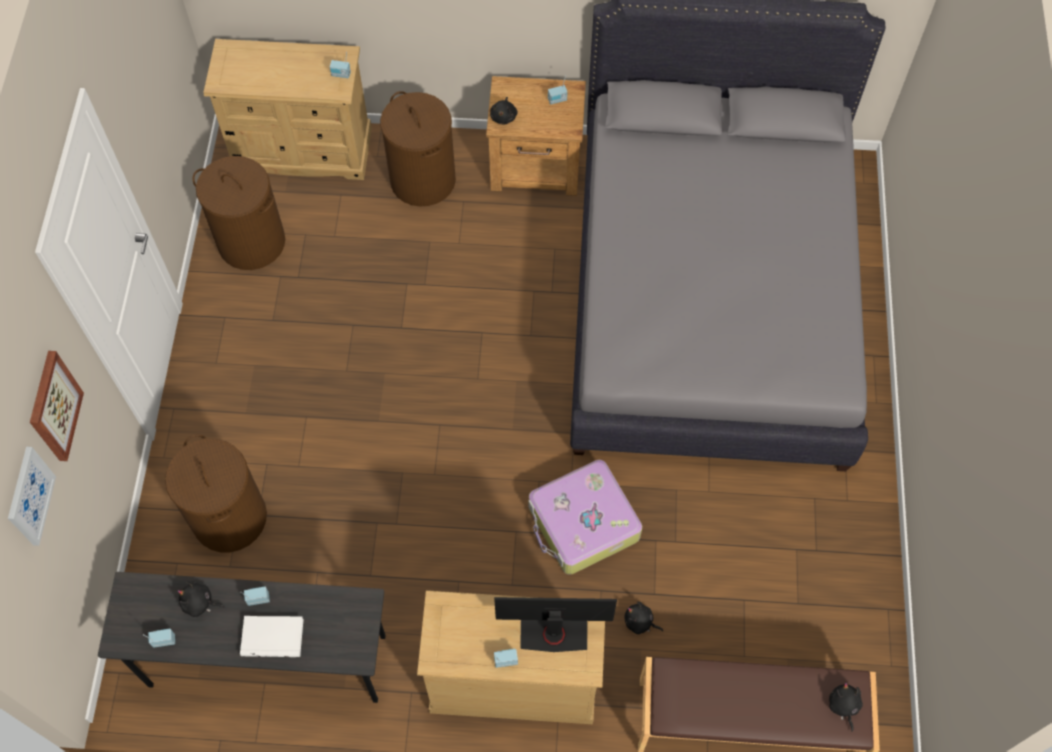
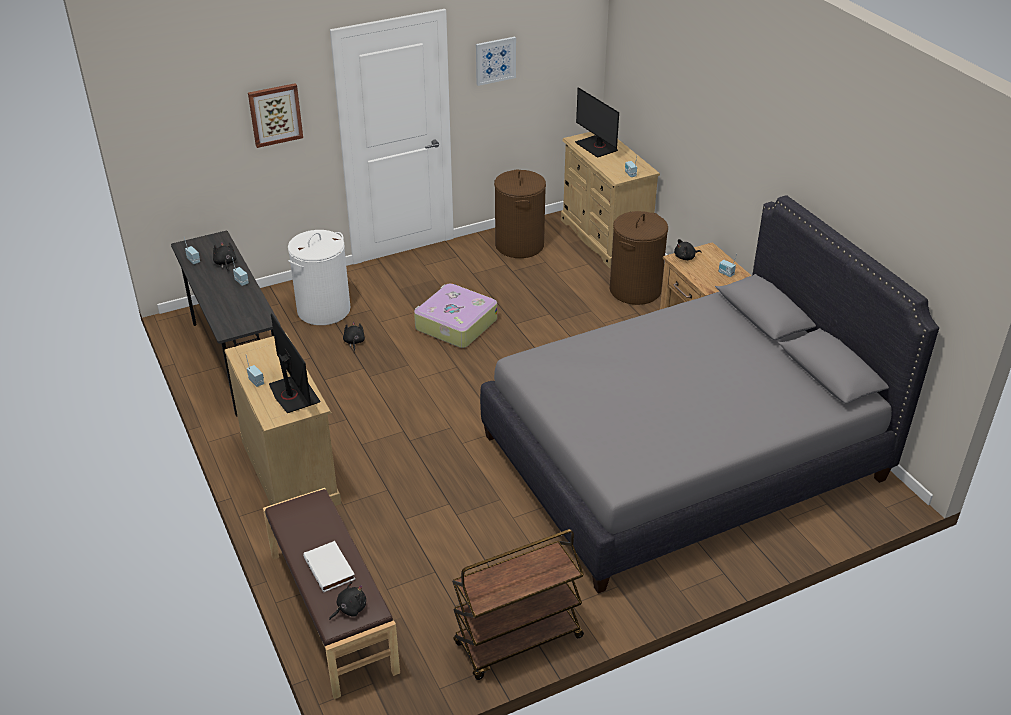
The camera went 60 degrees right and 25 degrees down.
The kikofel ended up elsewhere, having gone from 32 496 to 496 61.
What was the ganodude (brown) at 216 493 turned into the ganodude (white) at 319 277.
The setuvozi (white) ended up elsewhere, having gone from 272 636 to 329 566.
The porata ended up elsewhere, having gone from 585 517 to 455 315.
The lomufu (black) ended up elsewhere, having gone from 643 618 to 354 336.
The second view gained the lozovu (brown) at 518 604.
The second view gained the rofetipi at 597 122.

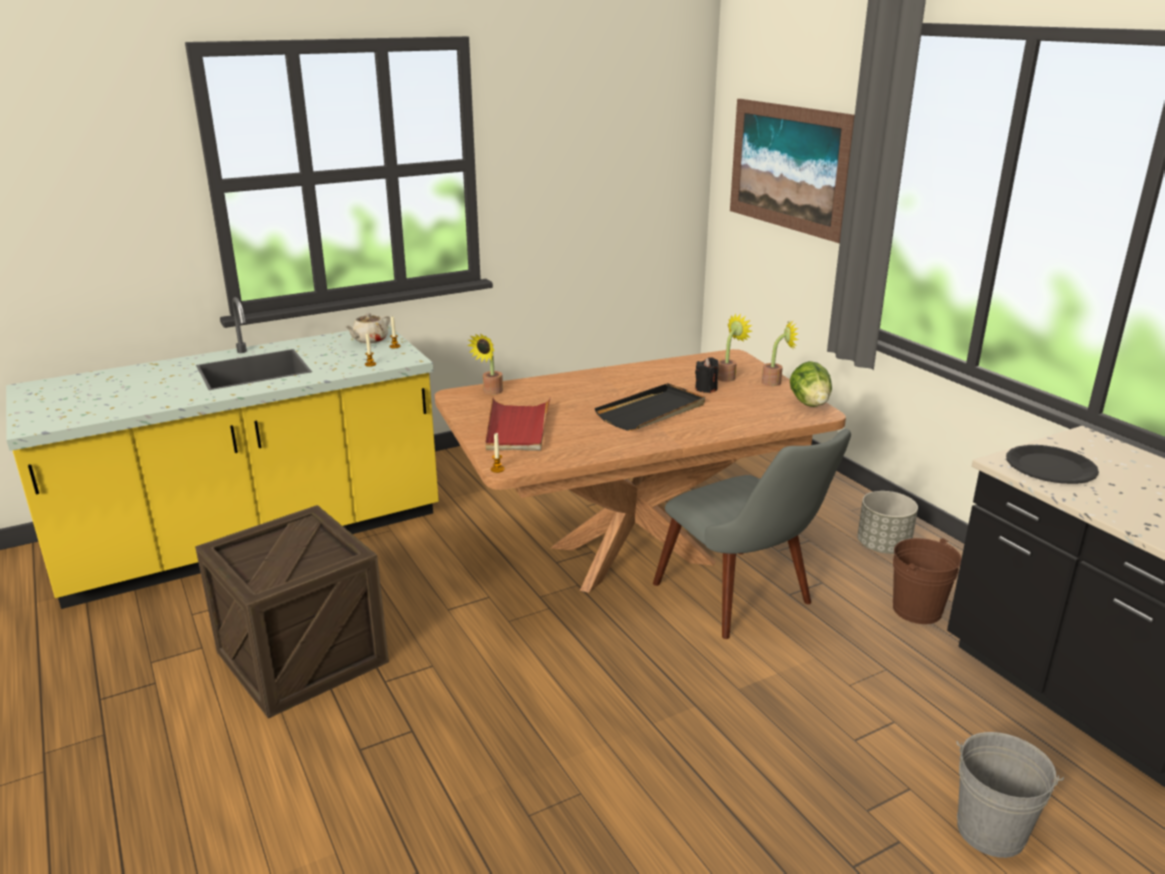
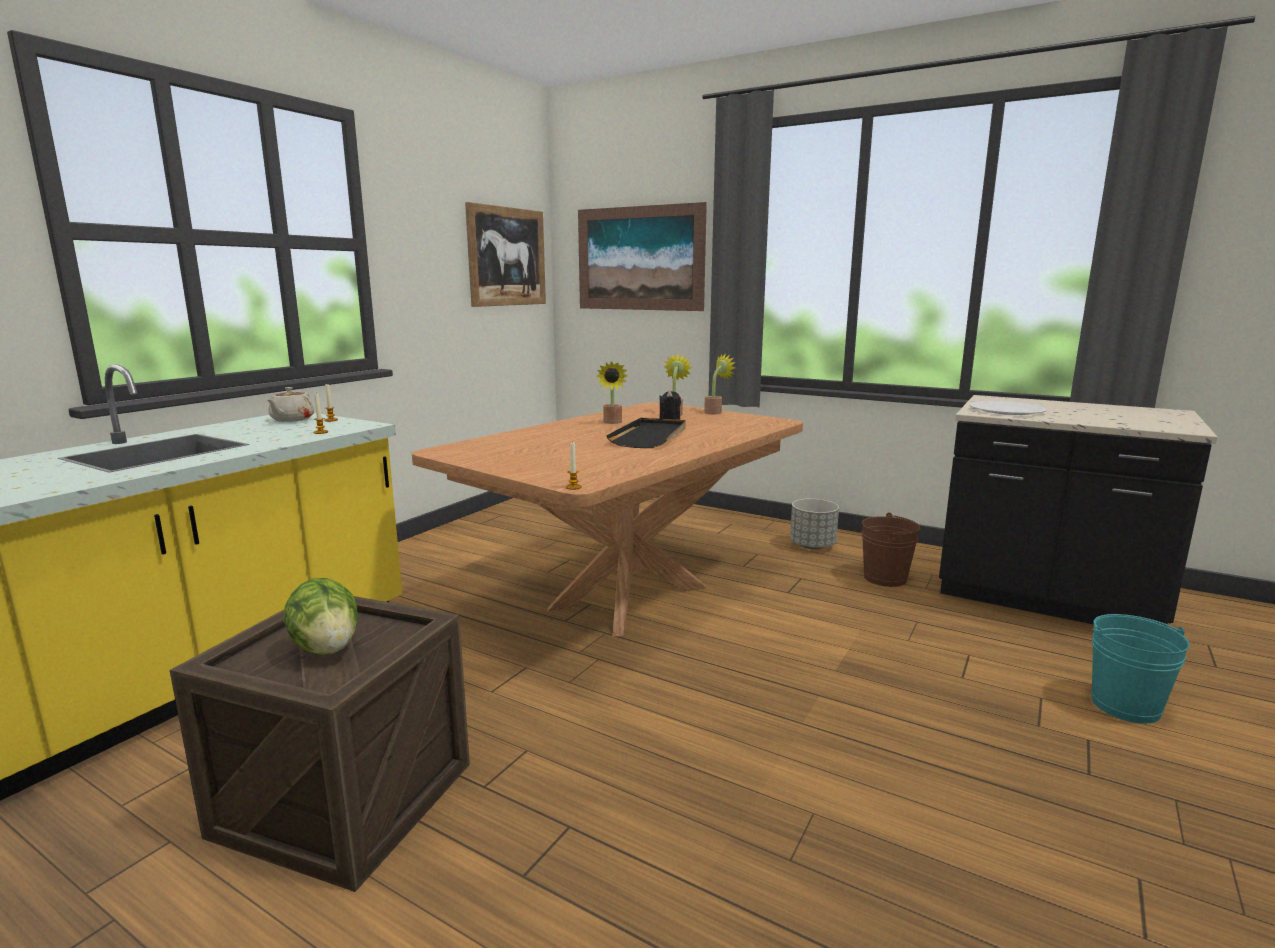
The camera went 30 degrees left and 10 degrees down.
The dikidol ended up elsewhere, having gone from 485 364 to 612 392.
The second view lost the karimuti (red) at 518 424.
The second view lost the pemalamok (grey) at 752 534.
The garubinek ended up elsewhere, having gone from 811 384 to 320 616.
What was the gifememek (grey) at 1010 795 turned into the gifememek (turquoise) at 1140 669.
What was the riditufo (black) at 1052 464 turned into the riditufo (white) at 1008 408.
The second view gained the kikofel at 505 254.

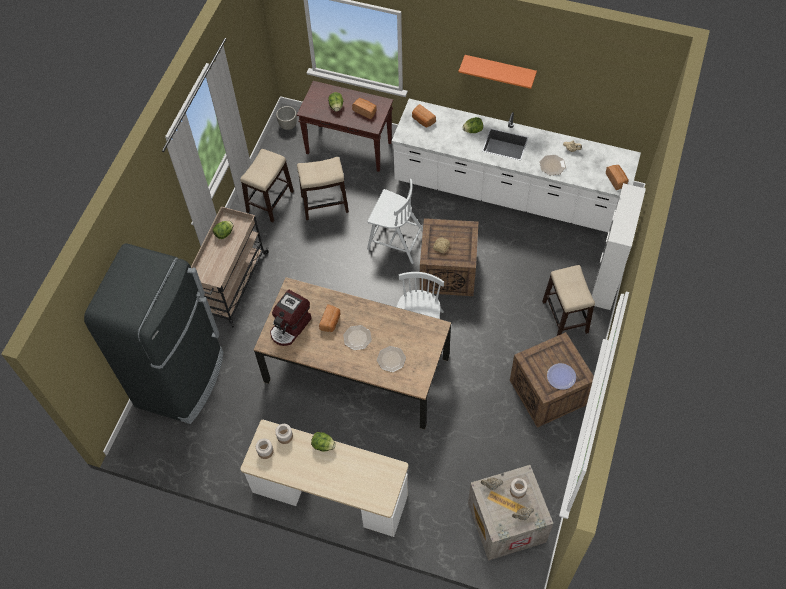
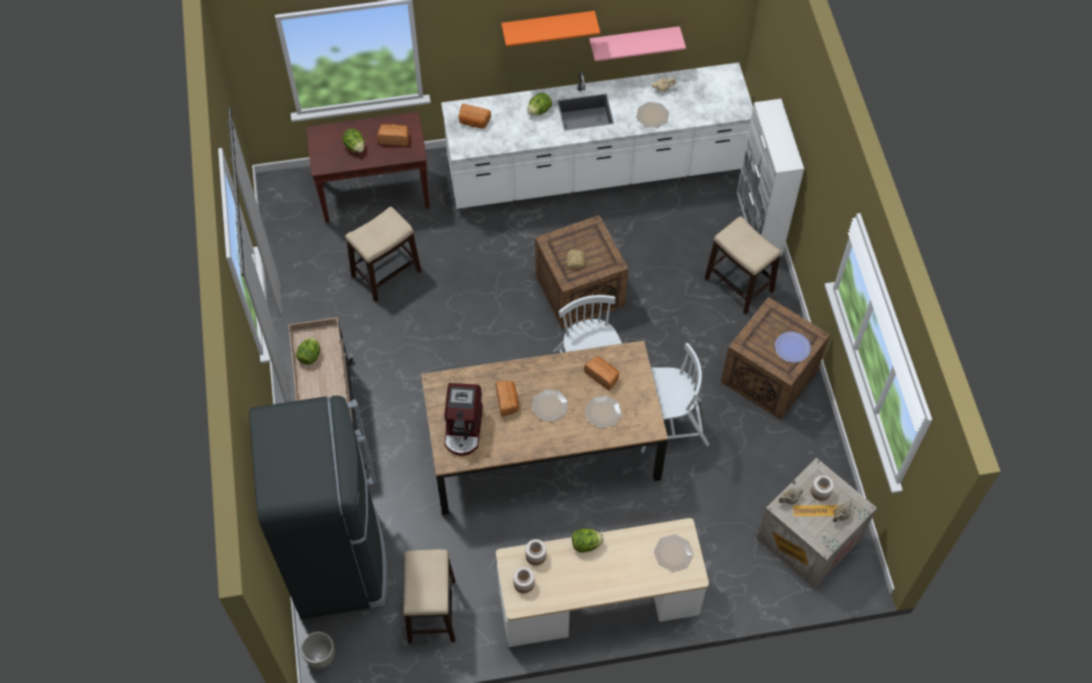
The camera went 30 degrees left and 0 degrees up.
The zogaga ended up elsewhere, having gone from 267 186 to 429 596.
The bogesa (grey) ended up elsewhere, having gone from 286 118 to 318 650.
The pemalamok (white) ended up elsewhere, having gone from 395 221 to 675 398.
The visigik ended up elsewhere, having gone from 617 177 to 601 373.
The second view gained the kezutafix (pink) at 637 43.
The second view gained the riditufo at 674 553.

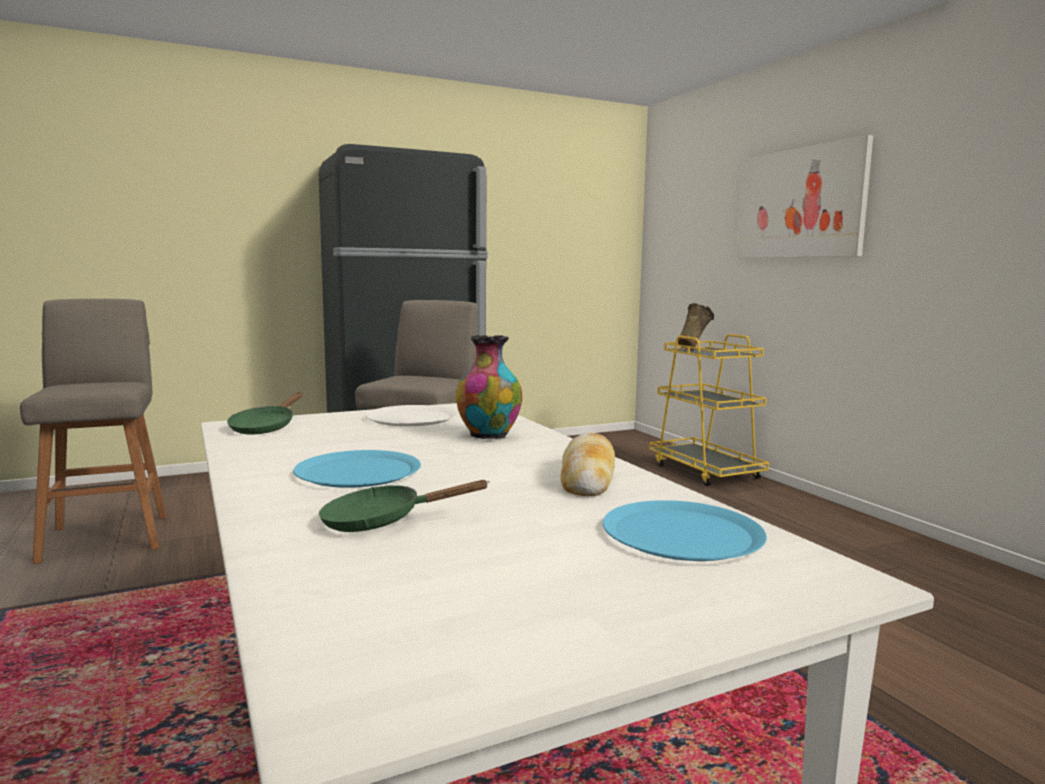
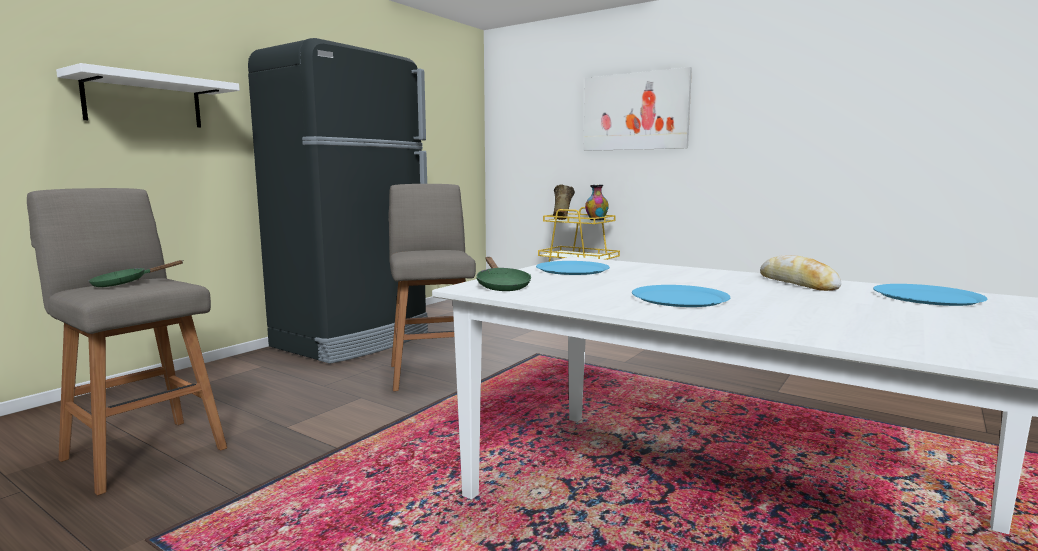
The camera went 30 degrees left and 0 degrees up.
The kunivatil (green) ended up elsewhere, having gone from 404 506 to 136 273.
What was the riditufo (white) at 411 415 turned into the riditufo (blue) at 573 268.
The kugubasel ended up elsewhere, having gone from 489 387 to 597 202.
The second view gained the kezutafix (white) at 148 95.

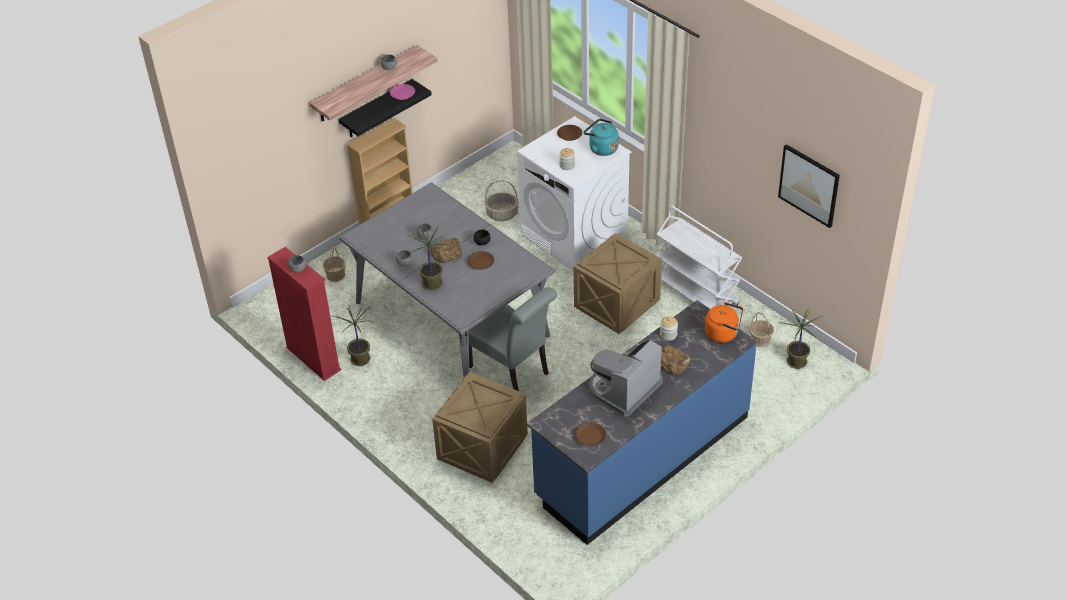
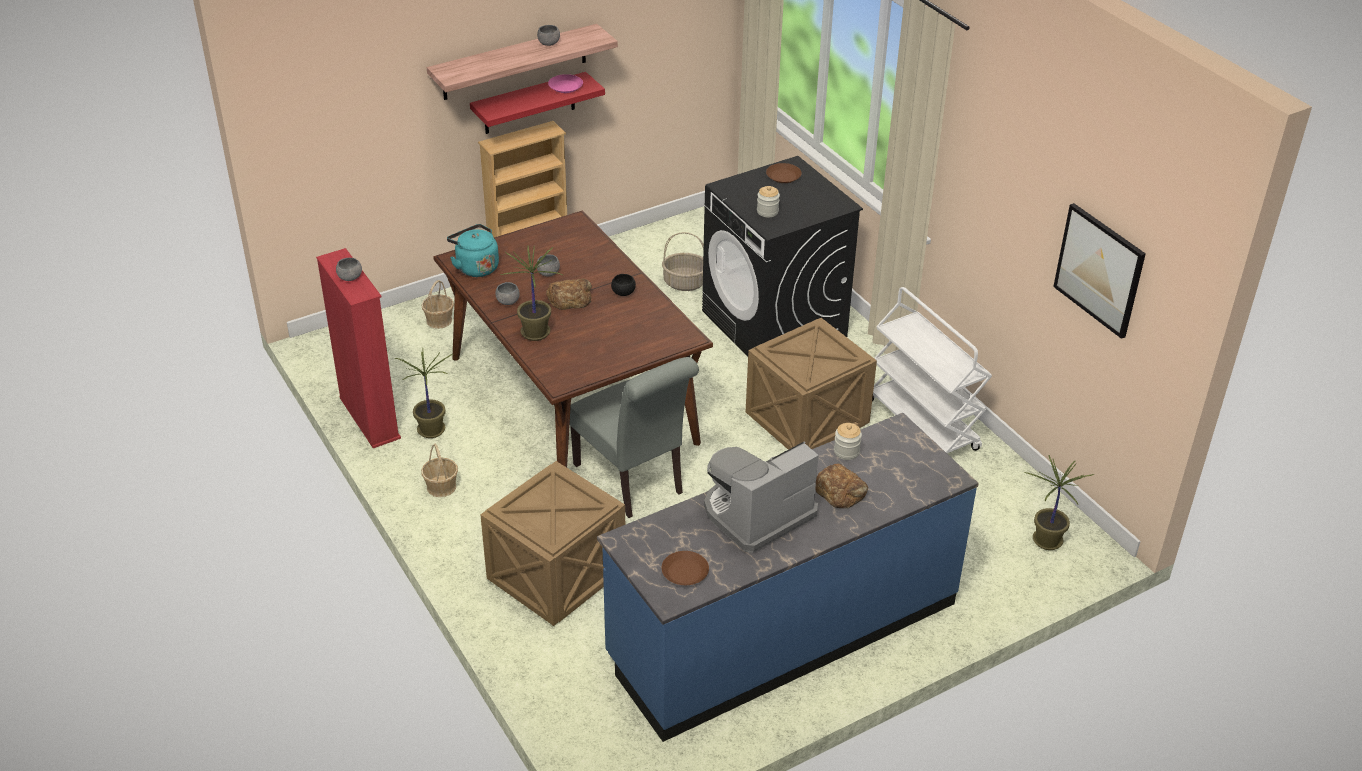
The camera went 10 degrees right and 5 degrees down.
What was the kezutafix (black) at 385 108 turned into the kezutafix (red) at 537 103.
What was the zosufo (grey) at 447 280 turned into the zosufo (brown) at 573 338.
The second view lost the riditufo (brown) at 480 260.
What was the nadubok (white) at 574 194 turned into the nadubok (black) at 782 256.
The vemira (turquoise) ended up elsewhere, having gone from 601 137 to 473 250.
The second view lost the vemira (orange) at 724 322.
The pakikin ended up elsewhere, having gone from 761 329 to 439 470.

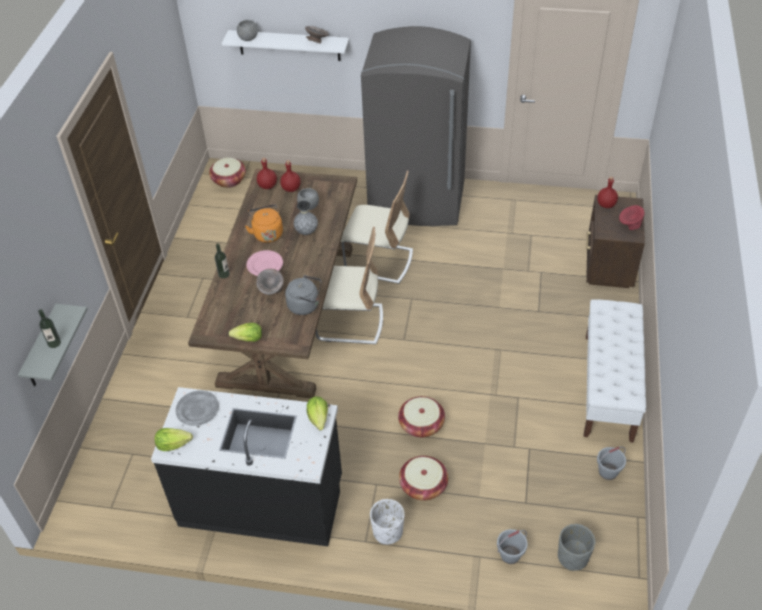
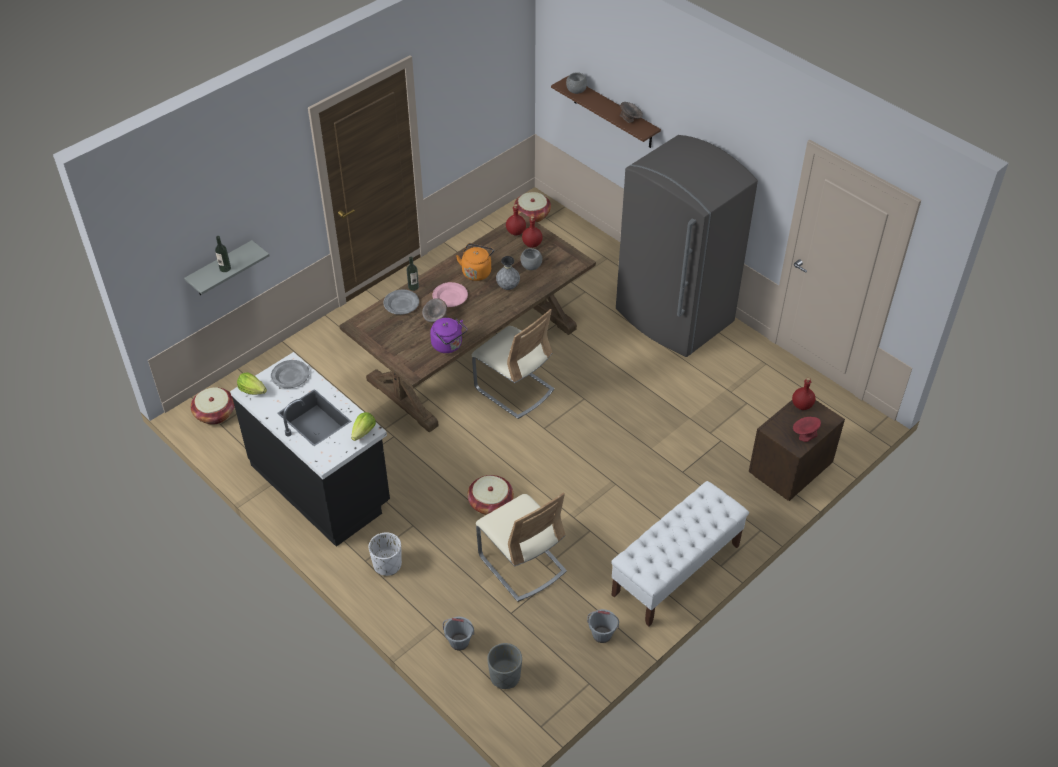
The camera went 35 degrees right and 0 degrees up.
What was the kezutafix (white) at 285 45 turned into the kezutafix (brown) at 606 112.
The second view lost the garubinek at 245 332.
What was the vemira (grey) at 303 295 turned into the vemira (purple) at 448 335.
The pemalamok (beige) ended up elsewhere, having gone from 377 227 to 521 547.
The pakikin ended up elsewhere, having gone from 423 478 to 213 406.
The second view gained the riditufo (grey) at 401 302.

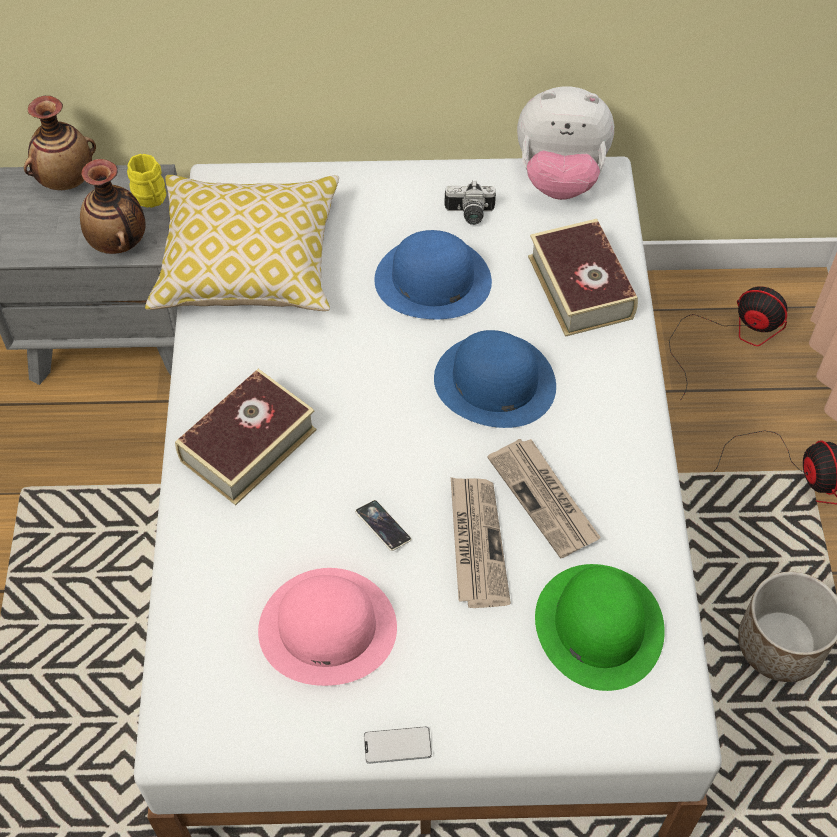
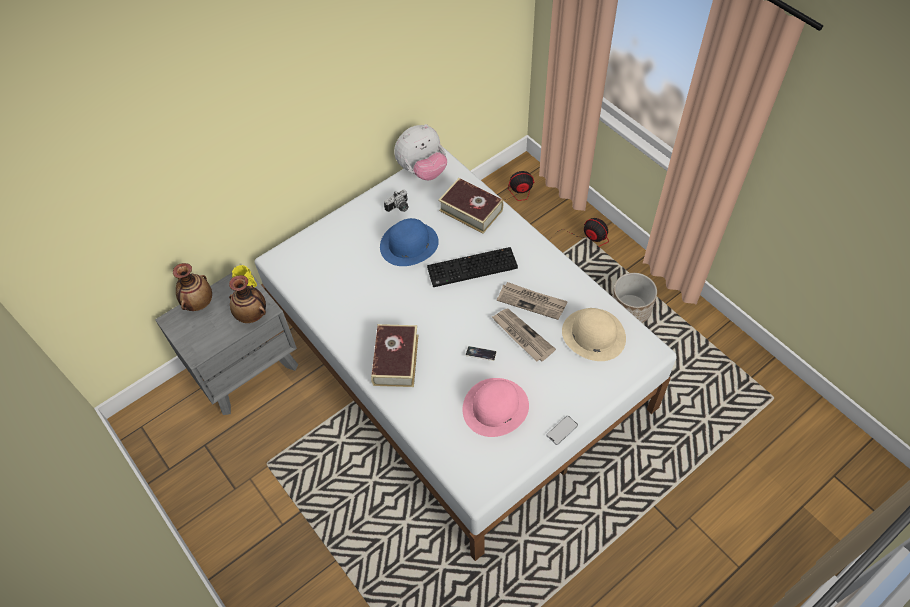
The camera went 35 degrees left and 0 degrees up.
The second view lost the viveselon at 242 243.
Where the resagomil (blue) stood at 495 379, the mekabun came to stand at 472 267.
What was the resagomil (green) at 600 627 turned into the resagomil (beige) at 594 334.

